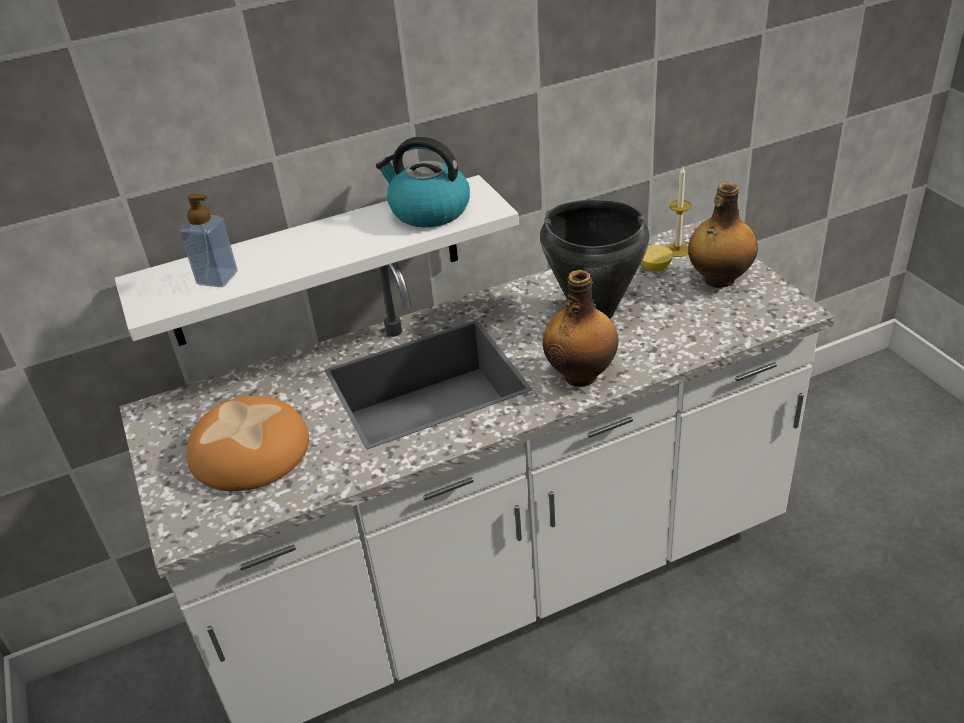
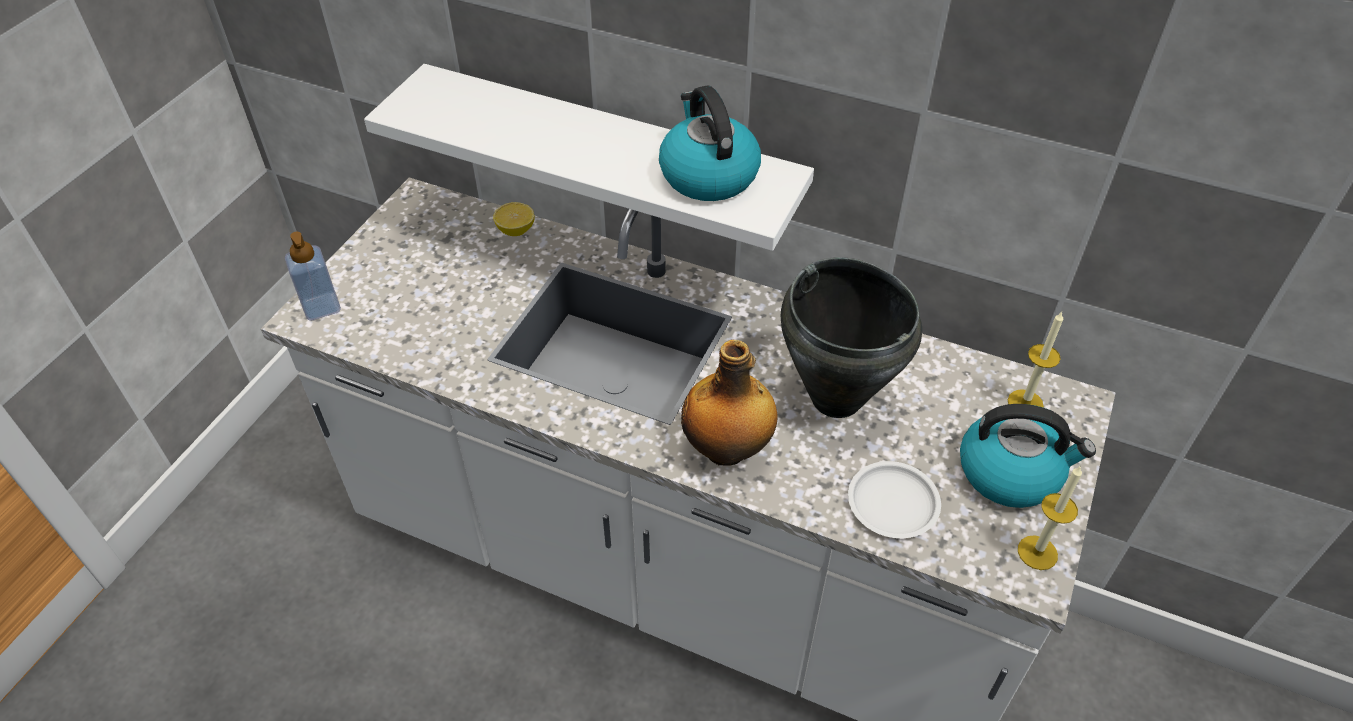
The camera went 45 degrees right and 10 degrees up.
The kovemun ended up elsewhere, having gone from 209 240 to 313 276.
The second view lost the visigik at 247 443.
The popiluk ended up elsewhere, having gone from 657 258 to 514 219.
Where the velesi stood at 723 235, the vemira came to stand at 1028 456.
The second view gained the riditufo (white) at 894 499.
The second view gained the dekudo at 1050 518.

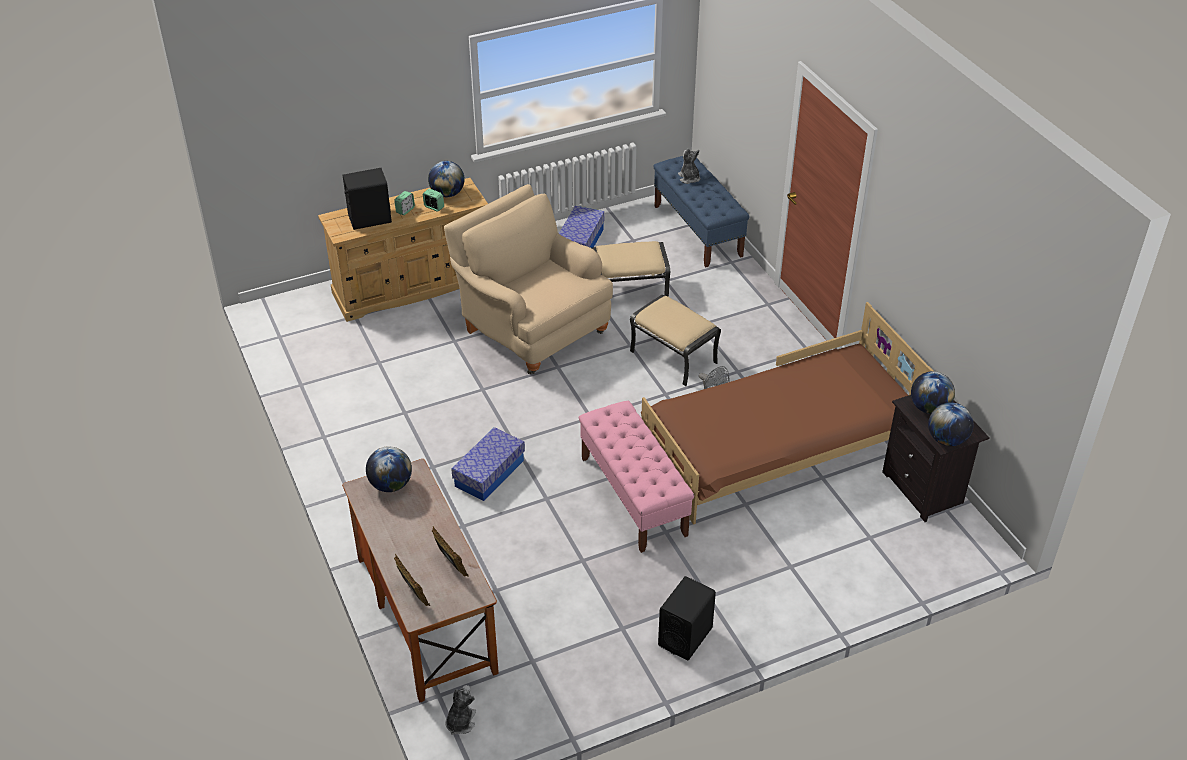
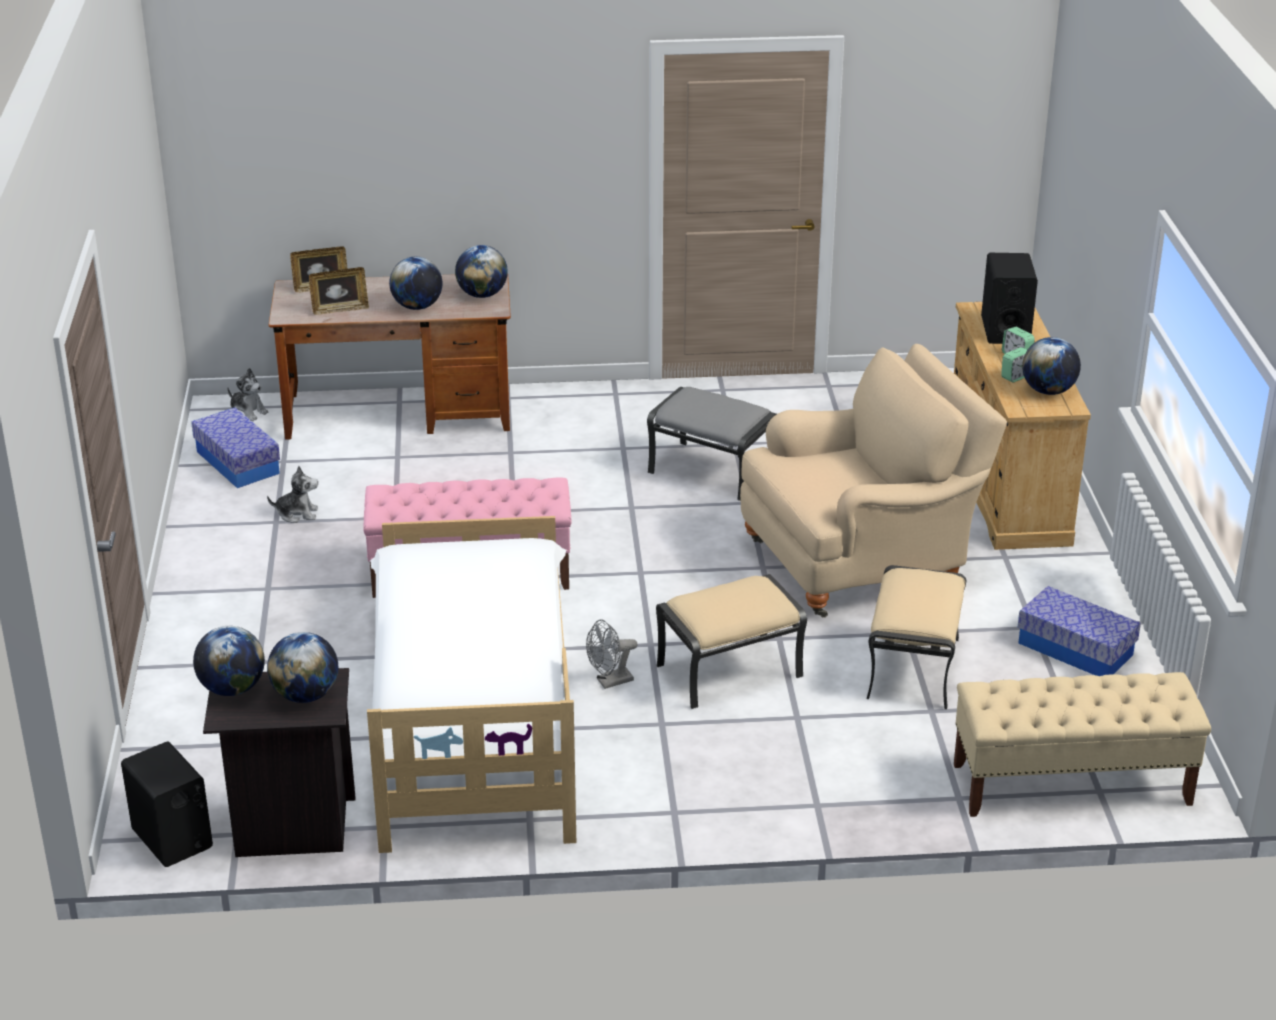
The camera went 110 degrees right and 10 degrees down.
The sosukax ended up elsewhere, having gone from 488 464 to 235 448.
What was the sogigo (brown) at 787 413 turned into the sogigo (white) at 471 684.
What was the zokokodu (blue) at 701 211 turned into the zokokodu (beige) at 1082 744.
The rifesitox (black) ended up elsewhere, having gone from 687 618 to 167 804.
The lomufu ended up elsewhere, having gone from 689 166 to 292 494.
The second view gained the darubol at 415 283.
The second view gained the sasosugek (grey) at 712 444.

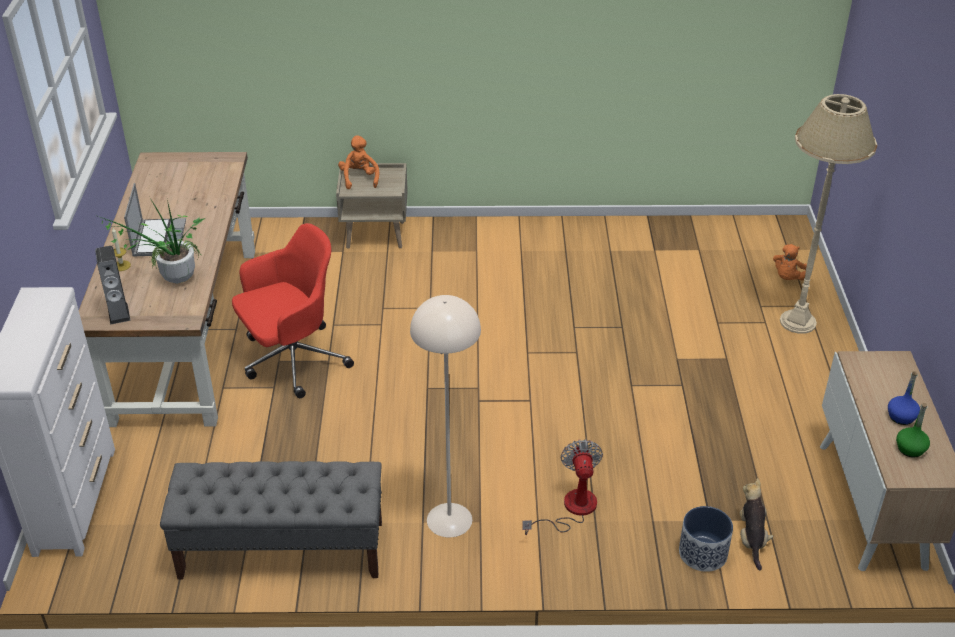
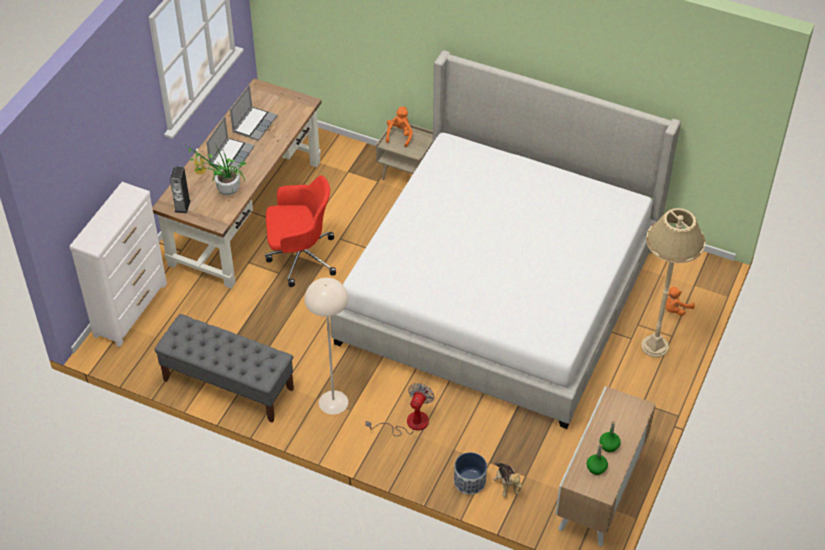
The camera went 25 degrees right and 10 degrees up.
The lomufu at 756 524 ended up facing another way, 135 degrees clockwise from before.
What was the velesi (blue) at 904 398 turned into the velesi (green) at 610 436.
The second view gained the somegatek at 253 113.
The second view gained the sogigo at 505 239.

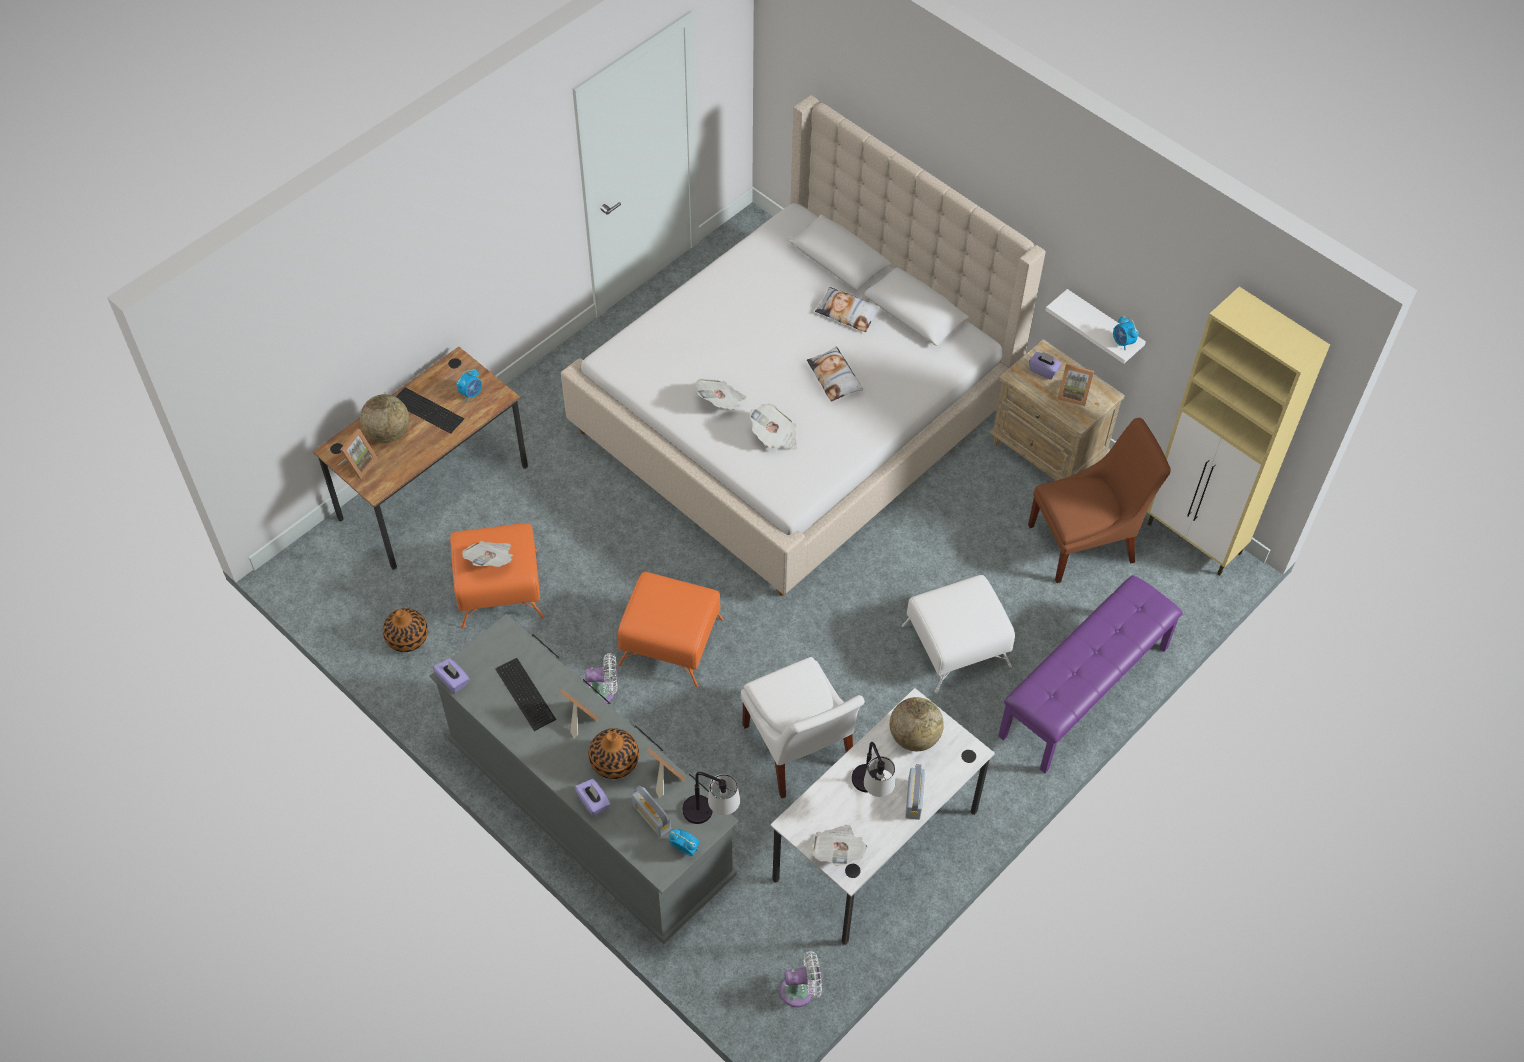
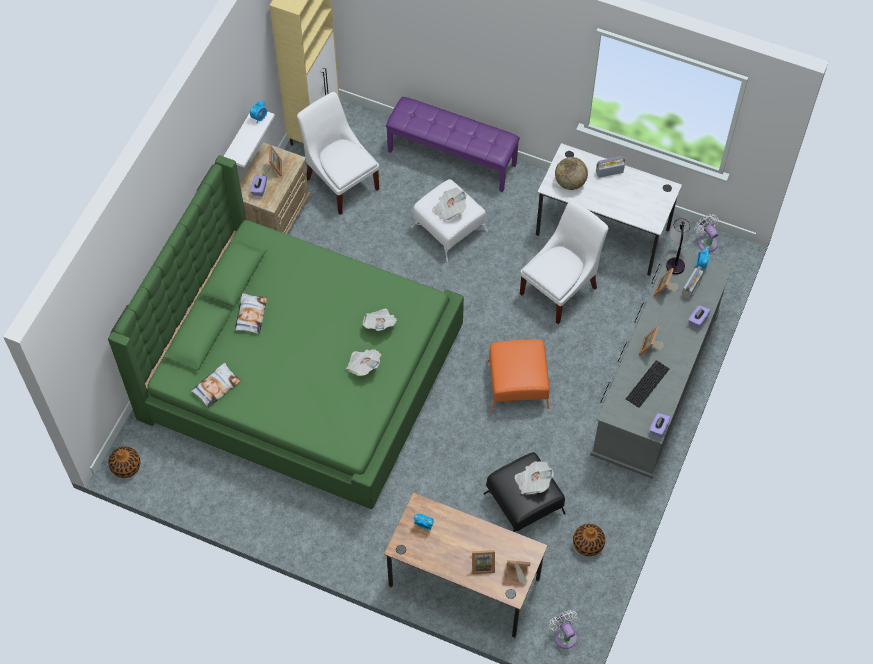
The camera went 110 degrees left and 5 degrees up.
Where the darubol stood at 384 418, the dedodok came to stand at 483 562.
The second view lost the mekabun at 430 410.
What was the sasosugek (orange) at 497 576 turned into the sasosugek (black) at 524 492.
What was the sogigo (beige) at 803 345 turned into the sogigo (green) at 286 332.
The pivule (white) ended up elsewhere, having gone from 601 678 to 563 629.
The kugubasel ended up elsewhere, having gone from 613 753 to 124 462.
The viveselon ended up elsewhere, having gone from 835 374 to 216 385.
The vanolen ended up elsewhere, having gone from 839 845 to 449 204.
The second view lost the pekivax at 873 769.
What was the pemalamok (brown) at 1099 500 turned into the pemalamok (white) at 338 153.

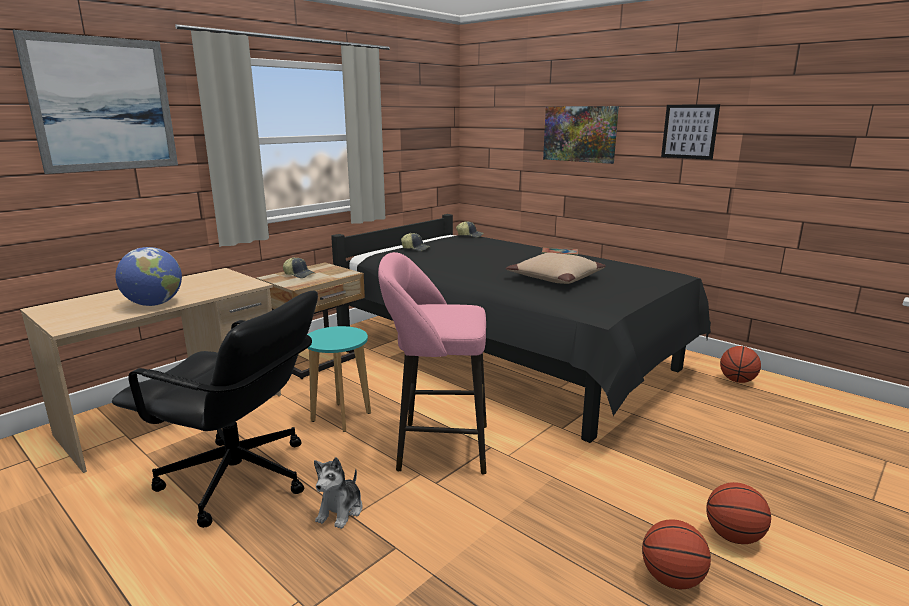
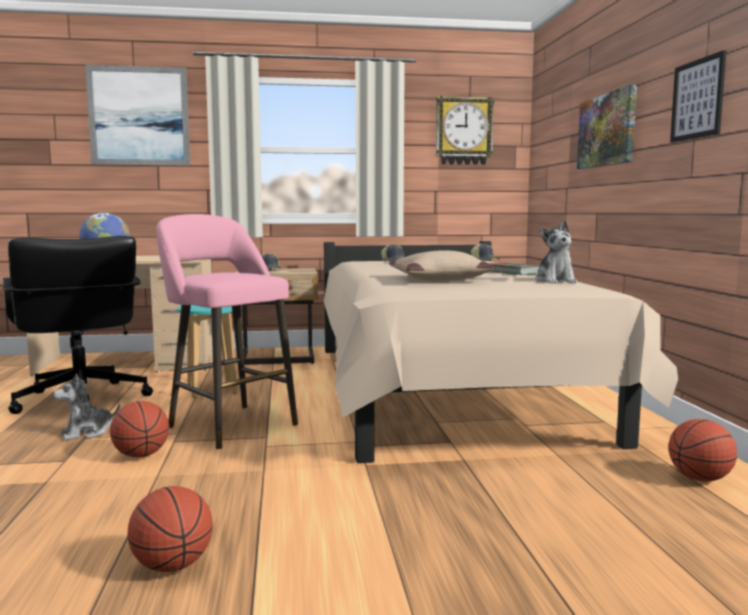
The camera went 40 degrees right and 10 degrees down.
What was the sogigo (black) at 521 328 turned into the sogigo (beige) at 501 352.
The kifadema ended up elsewhere, having gone from 738 513 to 139 429.
The second view gained the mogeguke at 465 130.
The second view gained the lomufu at 556 252.

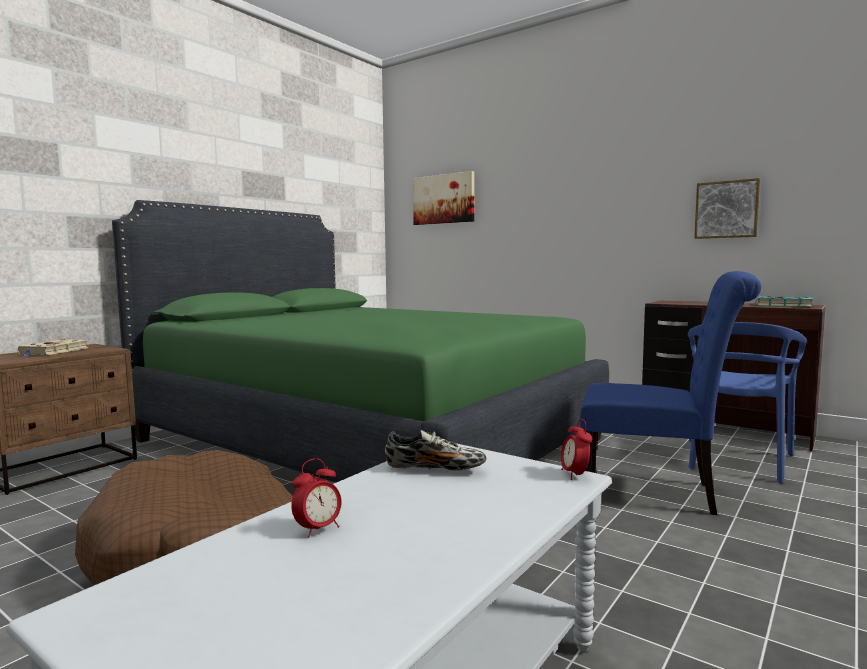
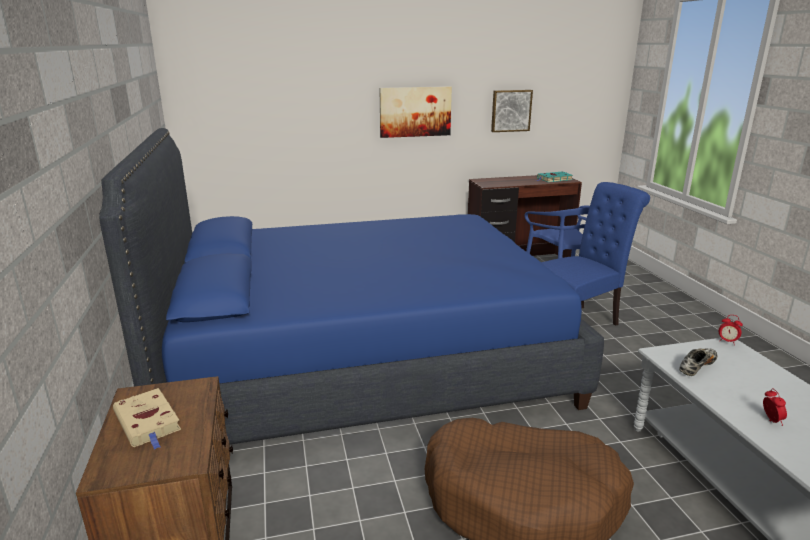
The camera went 50 degrees left and 15 degrees up.
What was the sogigo (green) at 360 341 turned into the sogigo (blue) at 351 286.
The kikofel ended up elsewhere, having gone from 443 198 to 415 112.

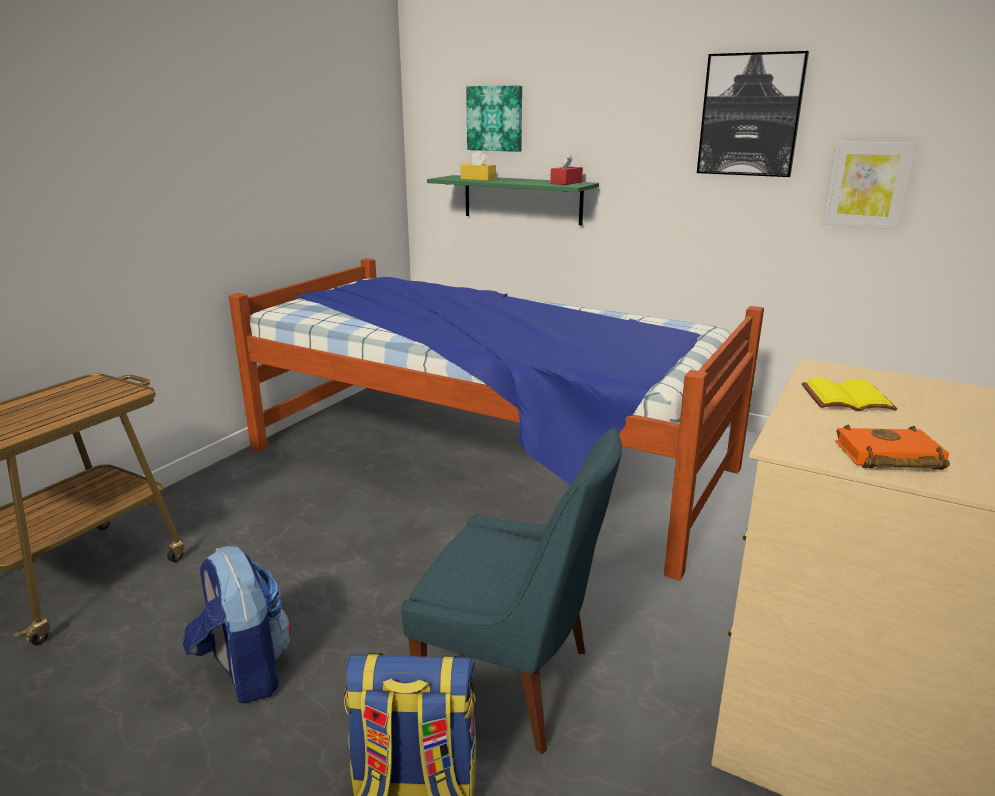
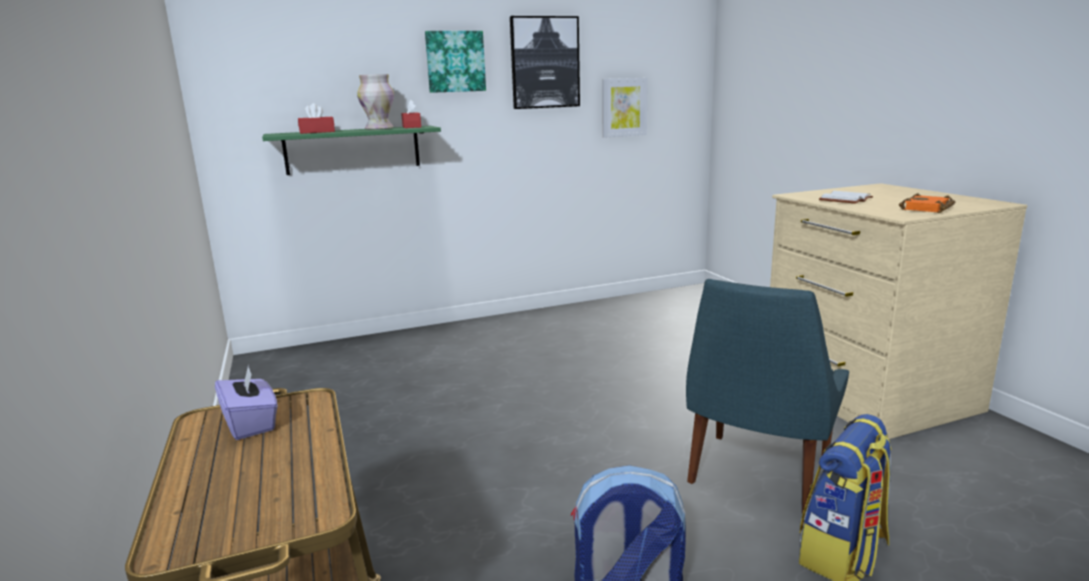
The camera went 50 degrees left and 5 degrees down.
The second view lost the sogigo at 496 419.
The pemalamok (blue) at 511 591 ended up facing another way, 150 degrees clockwise from before.
What was the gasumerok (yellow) at 478 165 turned into the gasumerok (red) at 316 118.
The kikofel ended up elsewhere, having gone from 494 119 to 455 62.
What was the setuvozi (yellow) at 849 394 turned into the setuvozi (white) at 846 197.
The second view gained the gasumerok (purple) at 246 402.
The second view gained the kugubasel at 375 101.

